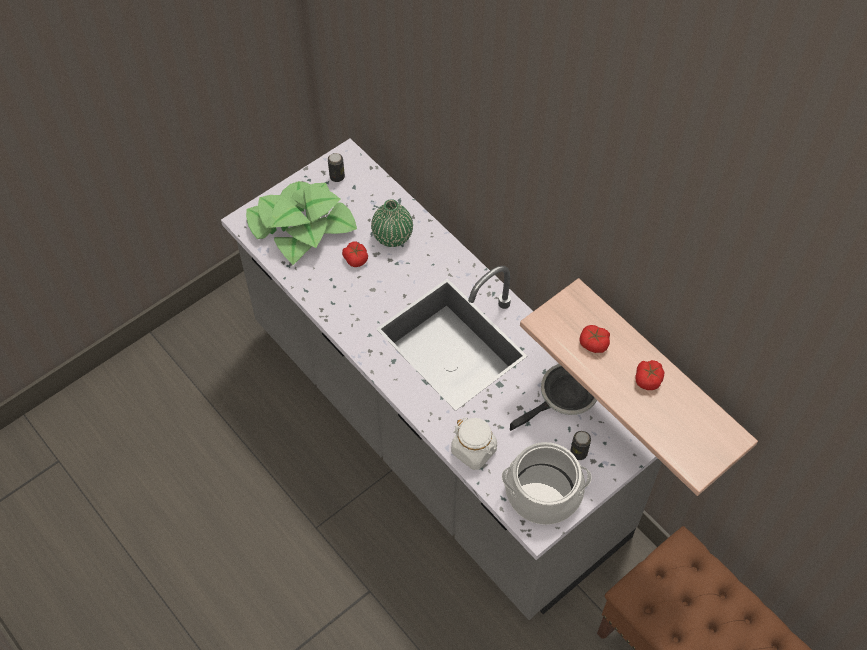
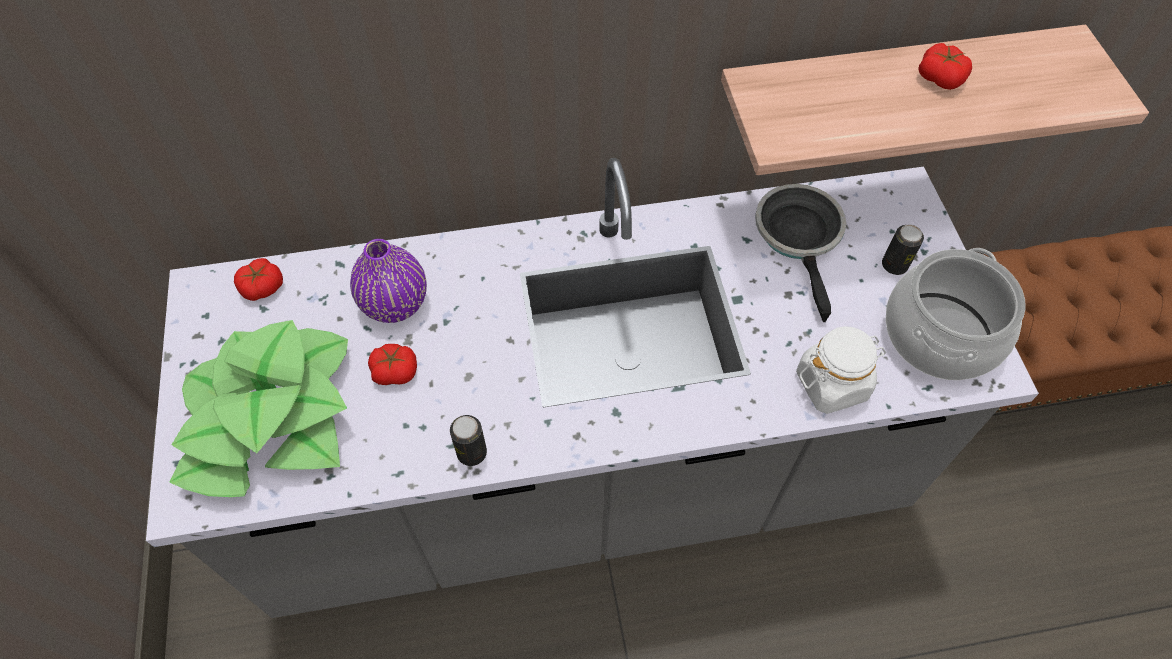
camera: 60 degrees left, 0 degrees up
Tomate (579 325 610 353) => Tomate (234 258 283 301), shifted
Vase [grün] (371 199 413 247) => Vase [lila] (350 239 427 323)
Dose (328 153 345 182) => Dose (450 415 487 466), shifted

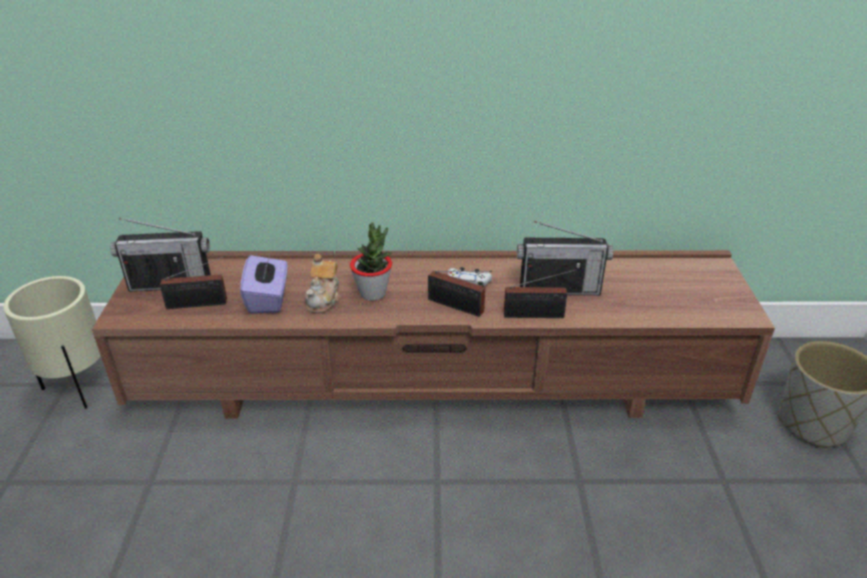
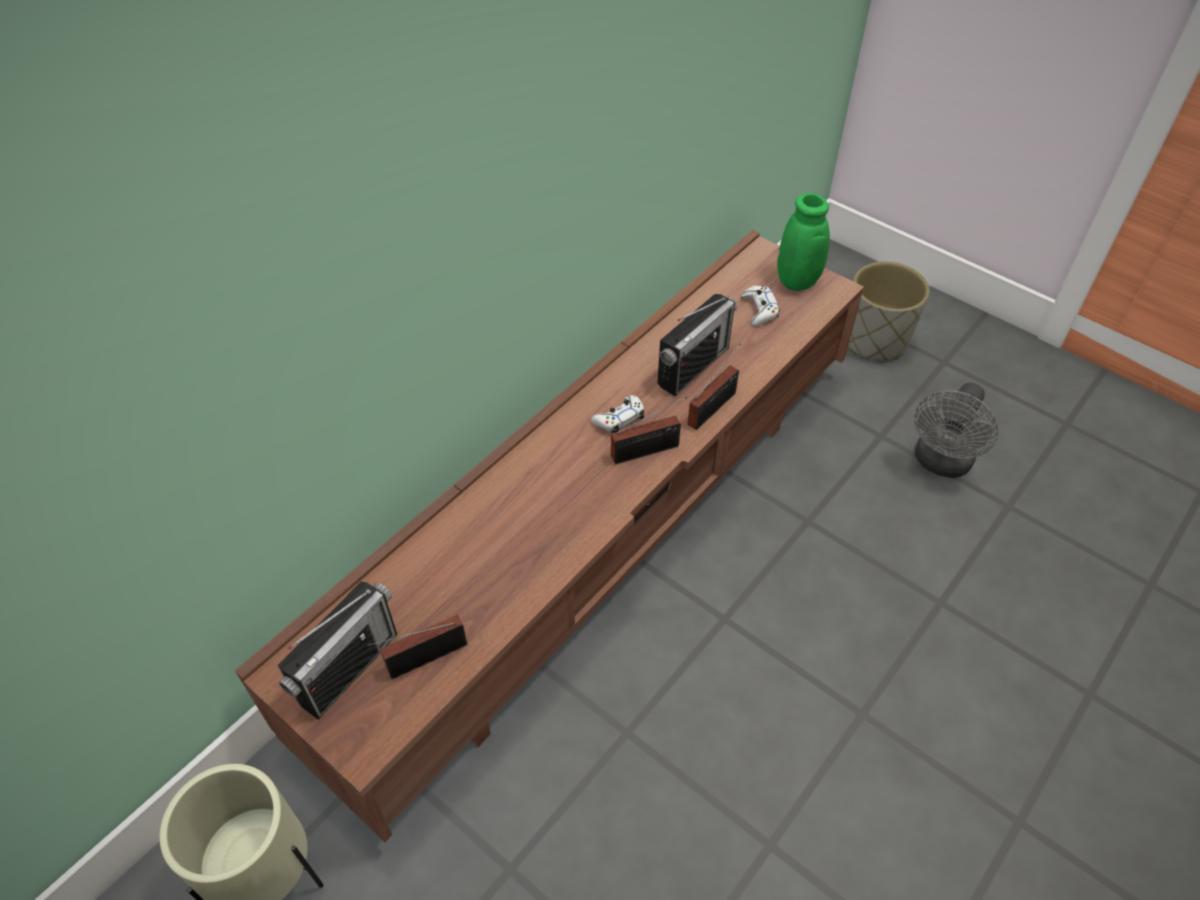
camera: 50 degrees left, 15 degrees up
Radio (160 256 227 309) => Radio (368 615 467 679), 150 degrees counterclockwise
nothing => Gamepad [weiß] (741 286 780 326)
nothing => Vase [grün] (777 193 830 291)
nothing => Ventilator [grau] (914 383 998 478)
Taschentuchbox [lila] (240 253 288 314) => nothing
Teekanne (305 254 342 313) => nothing
Topfpflanze (350 222 392 301) => nothing

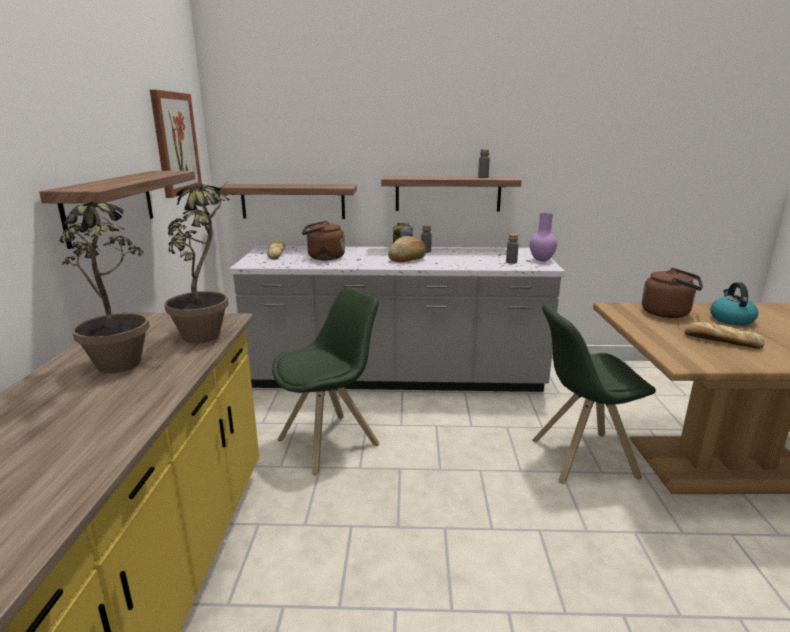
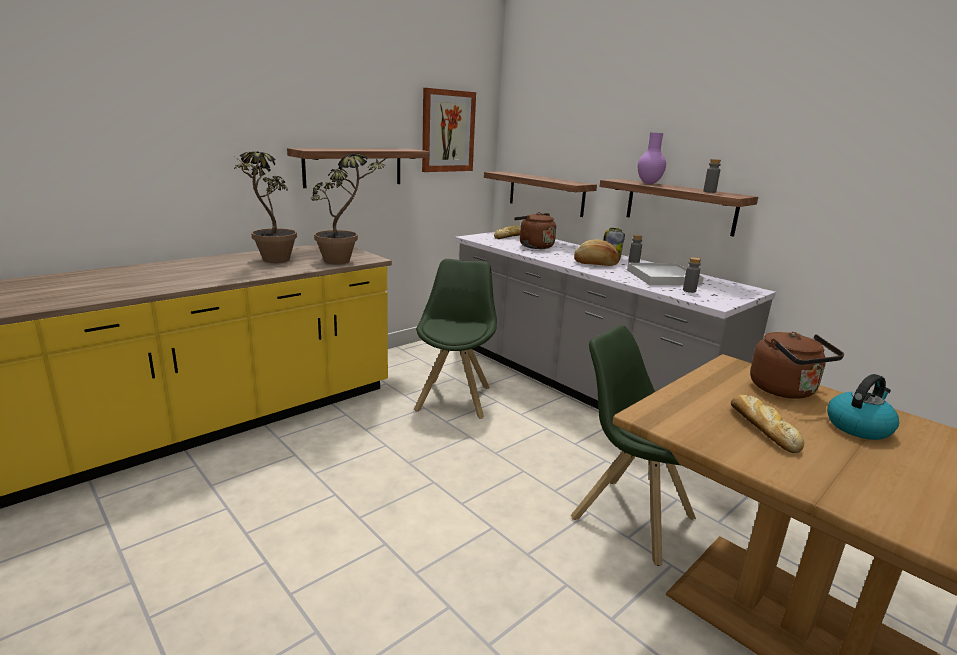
camera: 45 degrees right, 0 degrees up
Stuhl [grün] (272 286 379 475) => Stuhl [grün] (414 259 497 419), 90 degrees counterclockwise
nothing => Tablett [weiß] (627 263 704 286)
Vase [lila] (530 213 557 262) => Vase [lila] (638 133 666 184), shifted

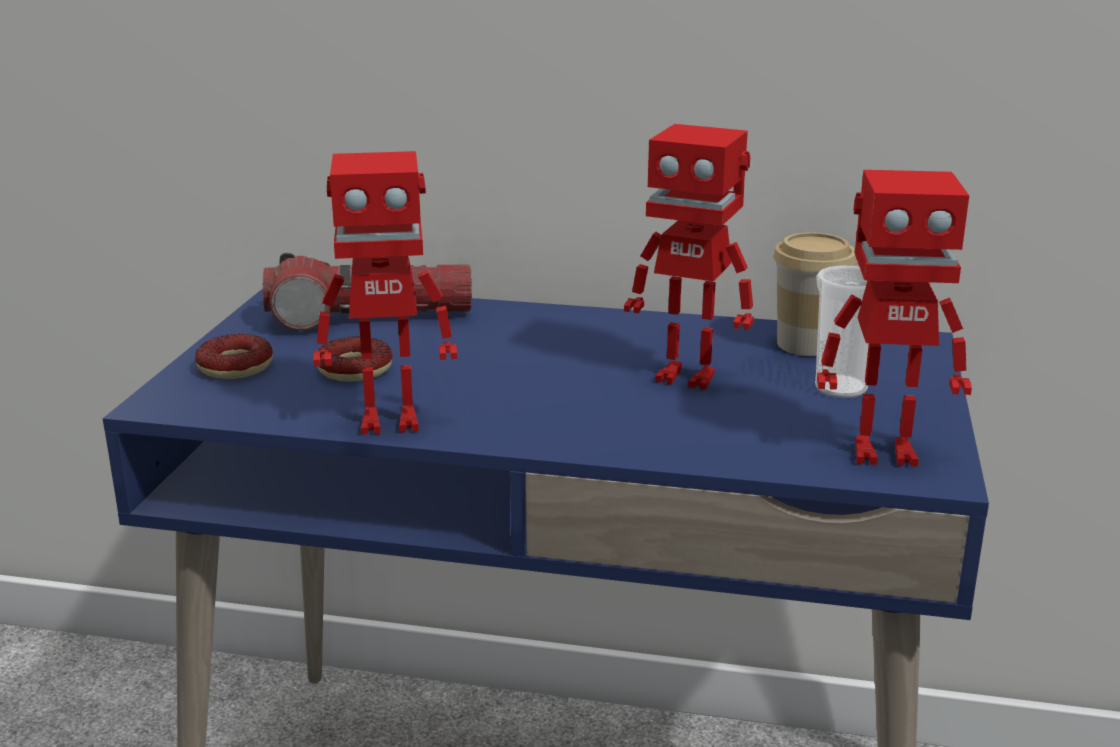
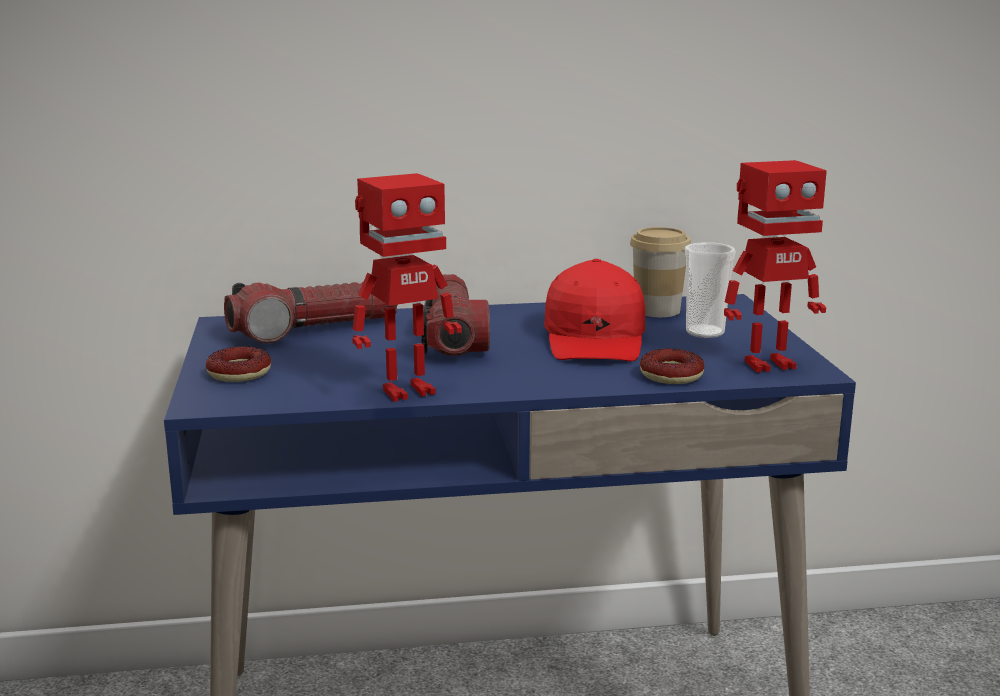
camera: 20 degrees left, 5 degrees down
nothing => Taschenlampe (421 274 490 356)
Spielzeugroboter (624 124 754 390) => Kappe [rot] (544 259 645 361)
Donut (317 336 392 382) => Donut (640 348 704 384), shifted

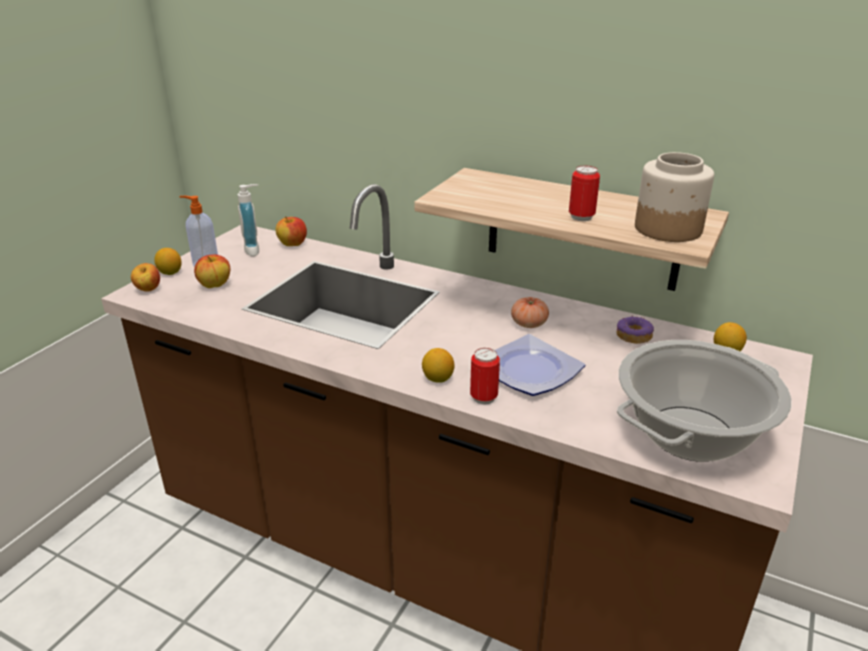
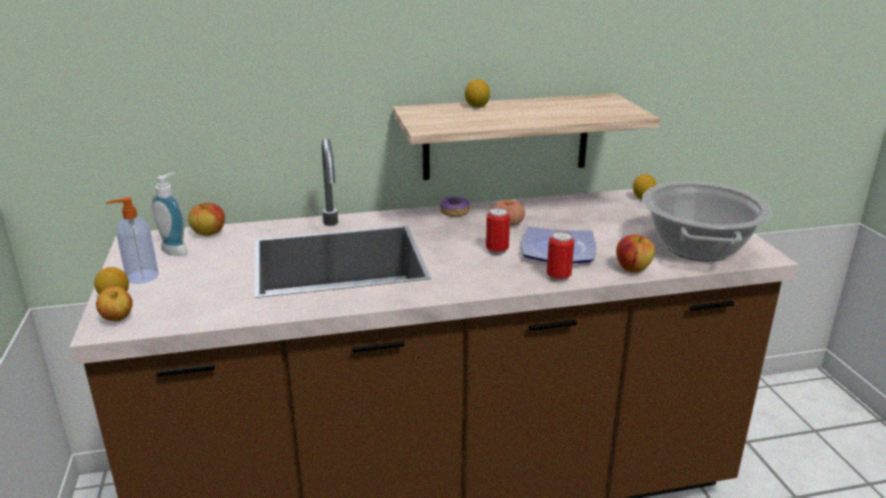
camera: 40 degrees left, 5 degrees down
Donut (616 315 654 344) => Donut (440 196 470 217), shifted
Zitrone (422 348 454 383) => Zitrone (465 79 490 107), shifted
Dose (569 166 600 221) => Dose (486 208 510 255), shifted
Apfel (194 255 230 288) => Apfel (616 235 655 273), shifted
Vorratsglas (635 152 714 242) => nothing

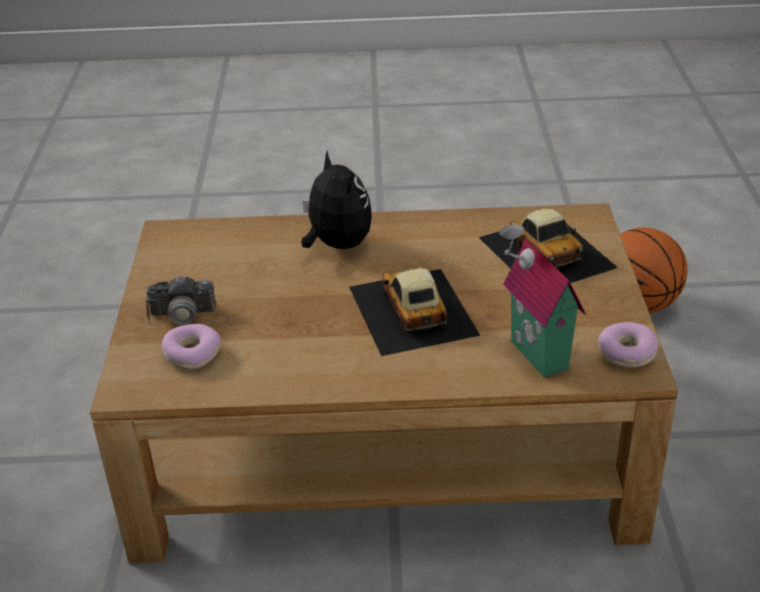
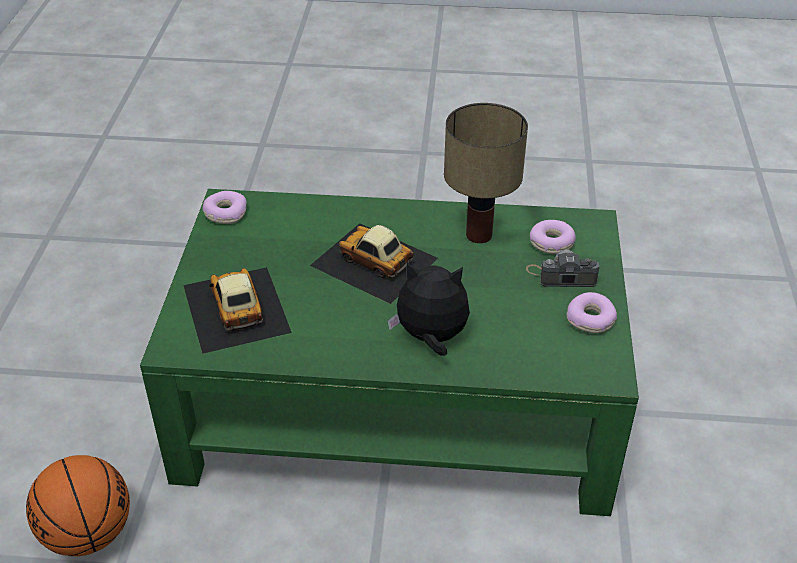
camera: 175 degrees left, 5 degrees up
Couchtisch [braun] (90 203 678 563) => Couchtisch [grün] (140 189 639 516)
Spielzeugauto (349 266 480 356) => Spielzeugauto (310 223 438 304), 135 degrees clockwise
Plüschtier (301 151 372 249) => Plüschtier (387 261 470 356), 120 degrees clockwise
nothing => Tischlampe (444 103 528 243)
nothing => Donut (567 292 617 333)
Spielzeughaus (499 219 586 378) => nothing

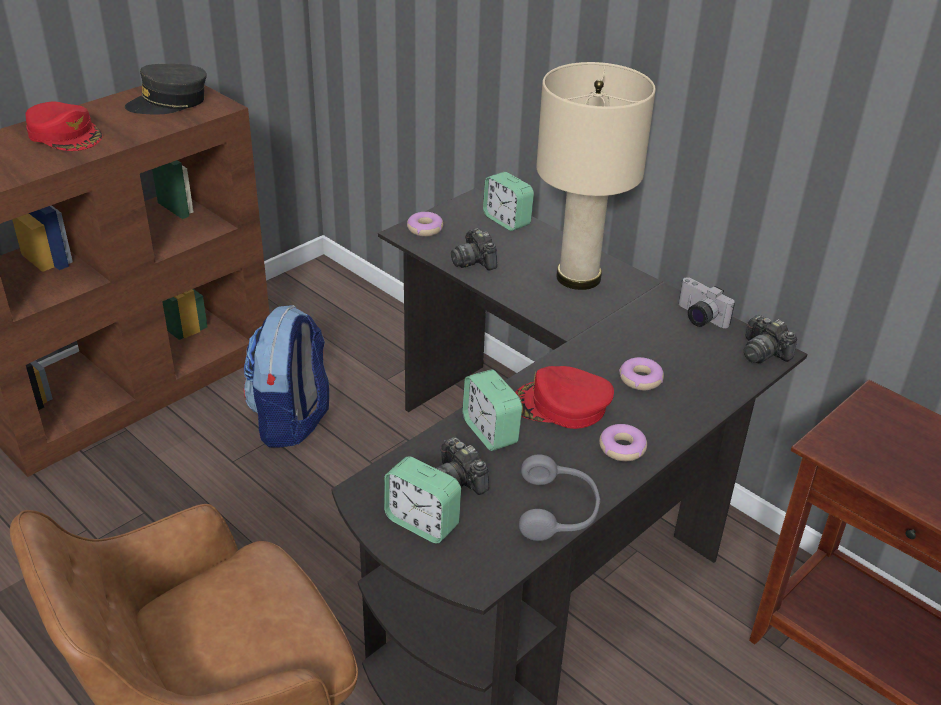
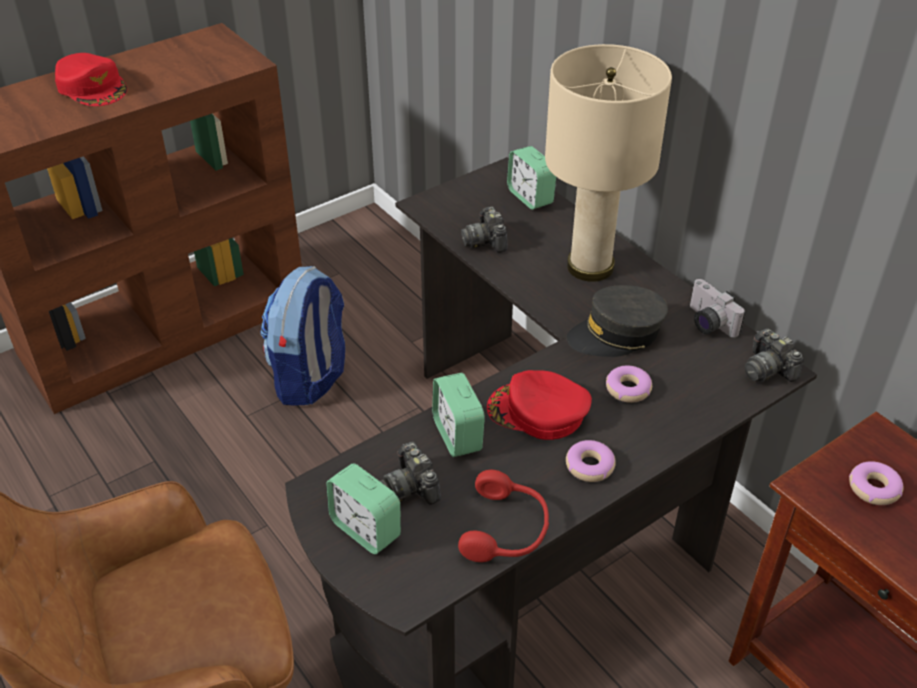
camera: 10 degrees right, 5 degrees up
Kopfhörer [grau] (519 454 601 541) => Kopfhörer [rot] (458 470 549 562)
Kappe [grau] (125 64 207 114) => Kappe [grau] (566 285 668 357), shifted
Donut (407 212 443 237) => Donut (849 461 903 505), shifted

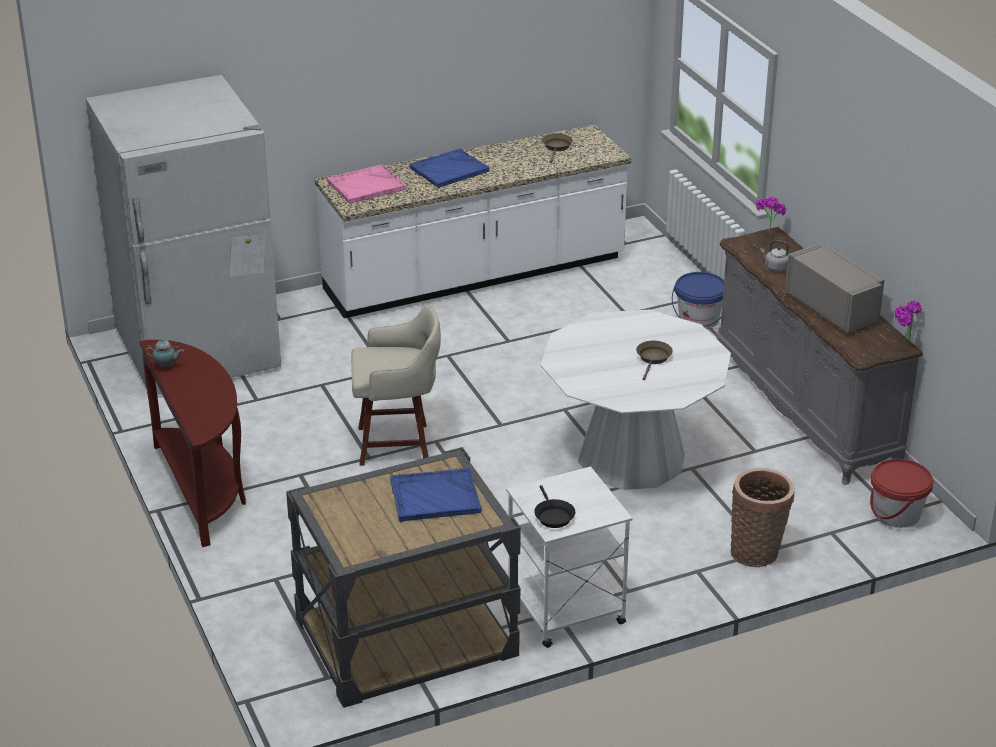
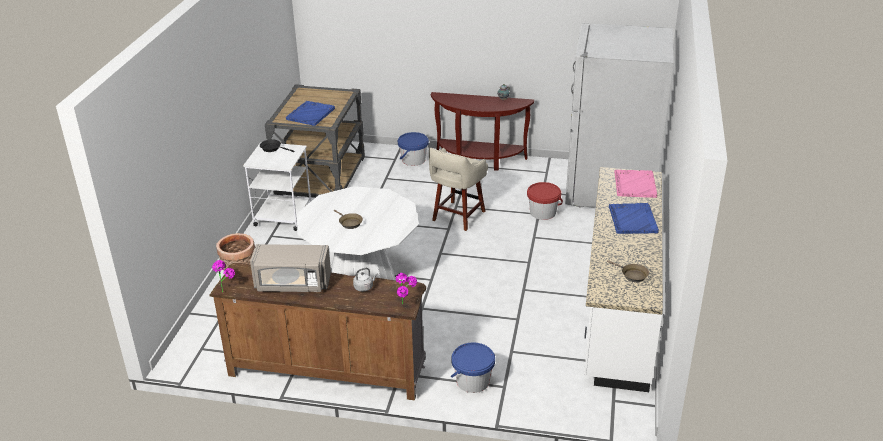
camera: 125 degrees right, 0 degrees up
nothing => Eimer [blau] (398 132 429 166)
Eimer [rot] (870 459 933 528) => Eimer [rot] (527 182 563 220), shifted

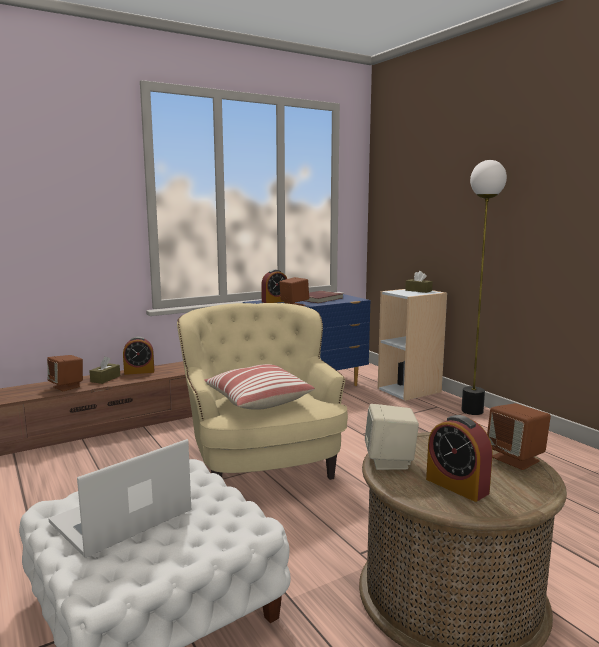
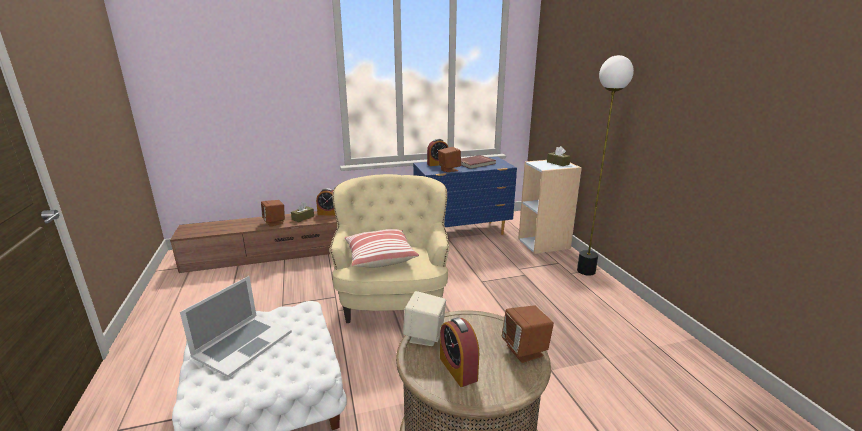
camera: 15 degrees right, 10 degrees up
Laptop (48 439 191 558) => Laptop (180 276 292 378), 150 degrees clockwise

